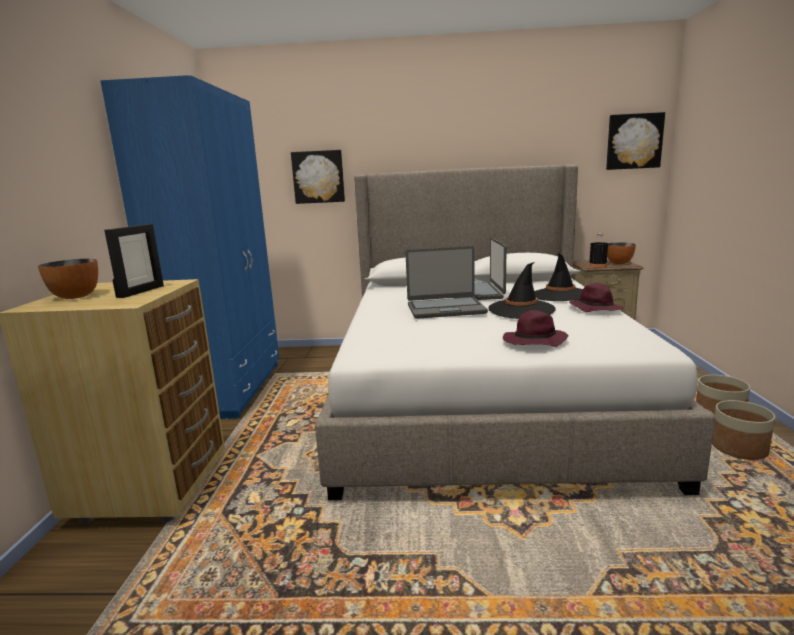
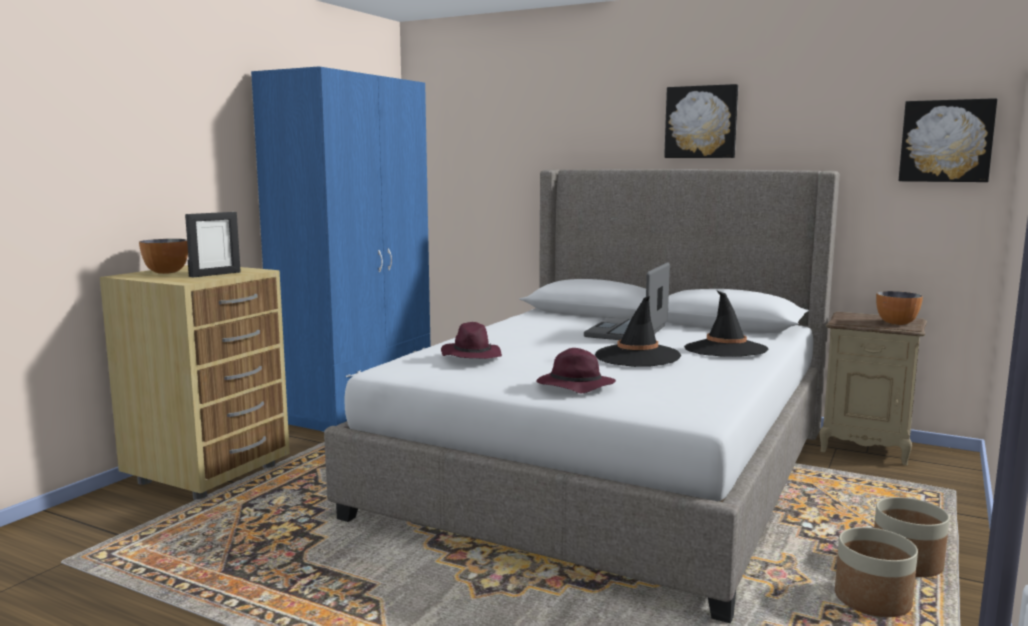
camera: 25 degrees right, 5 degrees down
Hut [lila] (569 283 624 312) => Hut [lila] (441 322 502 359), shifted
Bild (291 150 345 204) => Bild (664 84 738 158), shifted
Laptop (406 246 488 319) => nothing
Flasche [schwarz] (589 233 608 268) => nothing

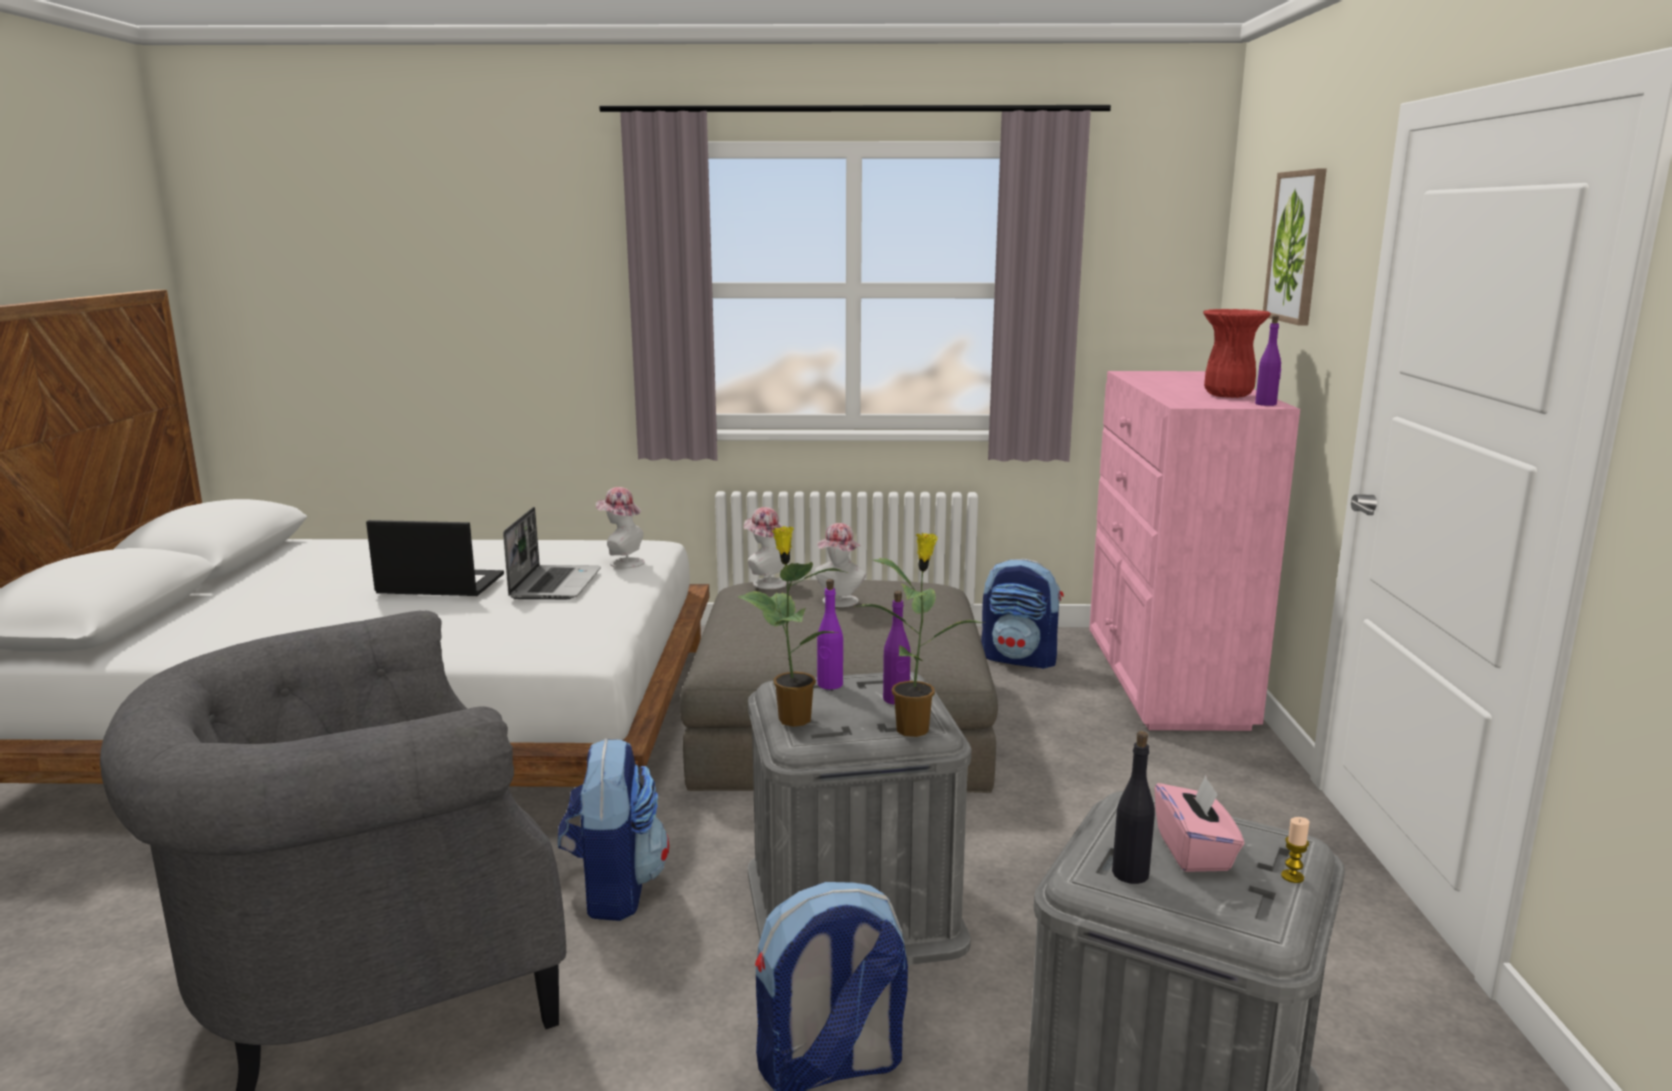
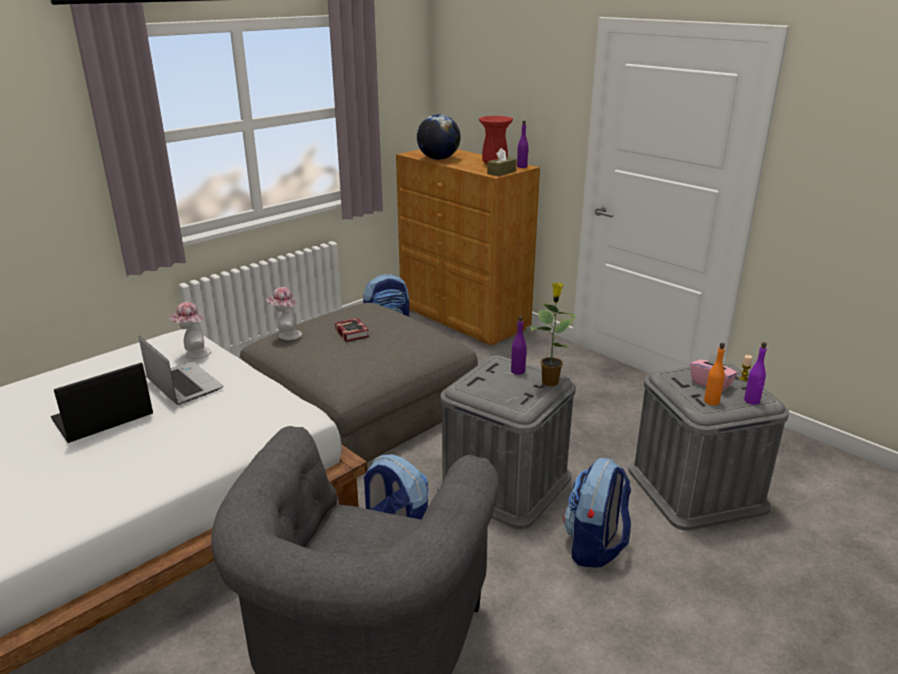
camera: 45 degrees left, 10 degrees up
Hut (815 523 866 607) => Buch (335 318 369 342)
Kommode [rosa] (1089 371 1300 731) => Kommode [braun] (396 149 540 346)
nothing => Globus (417 114 460 160)
nothing => Taschentuchbox [braun] (487 148 517 176)
Flasche [schwarz] (1112 731 1155 884) => Flasche [orange] (704 343 725 405)
Flasche [lila] (817 579 843 690) => Flasche [lila] (744 342 767 405), shifted
Topfpflanze (738 526 844 727) => nothing
Bild (1263 169 1327 326) => nothing

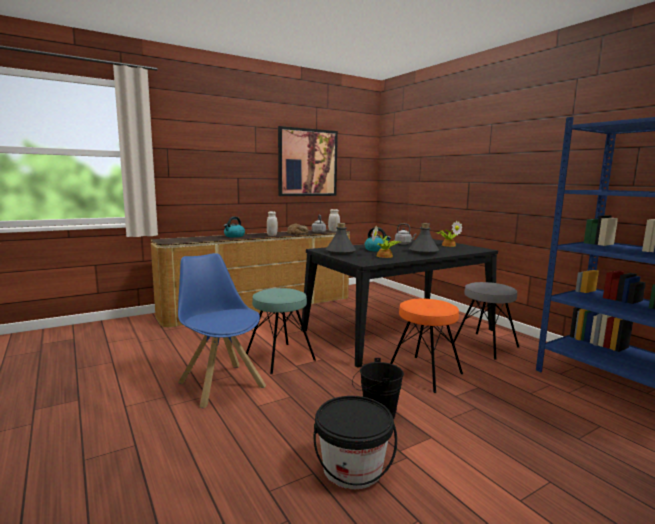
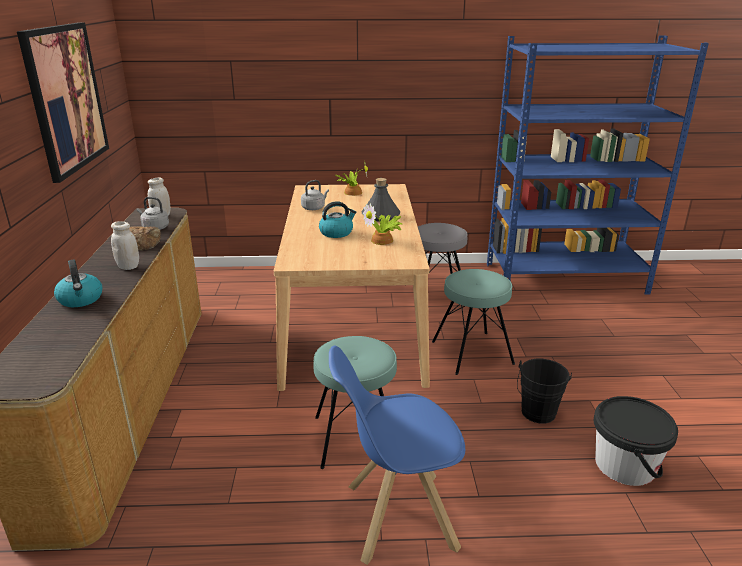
camera: 60 degrees left, 15 degrees up
Esstisch [schwarz] (301 239 498 368) => Esstisch [beige] (274 184 430 391)
Hocker [orange] (390 299 463 393) => Hocker [türkis] (432 269 515 375)
Flasche [grau] (326 223 356 255) => nothing

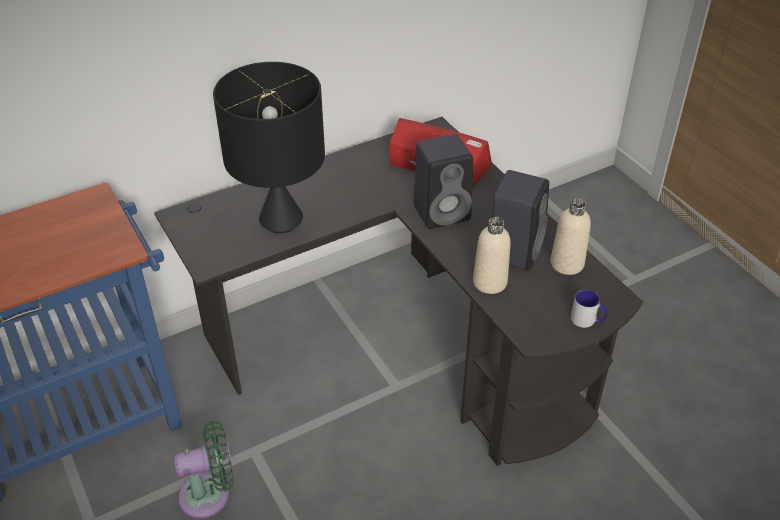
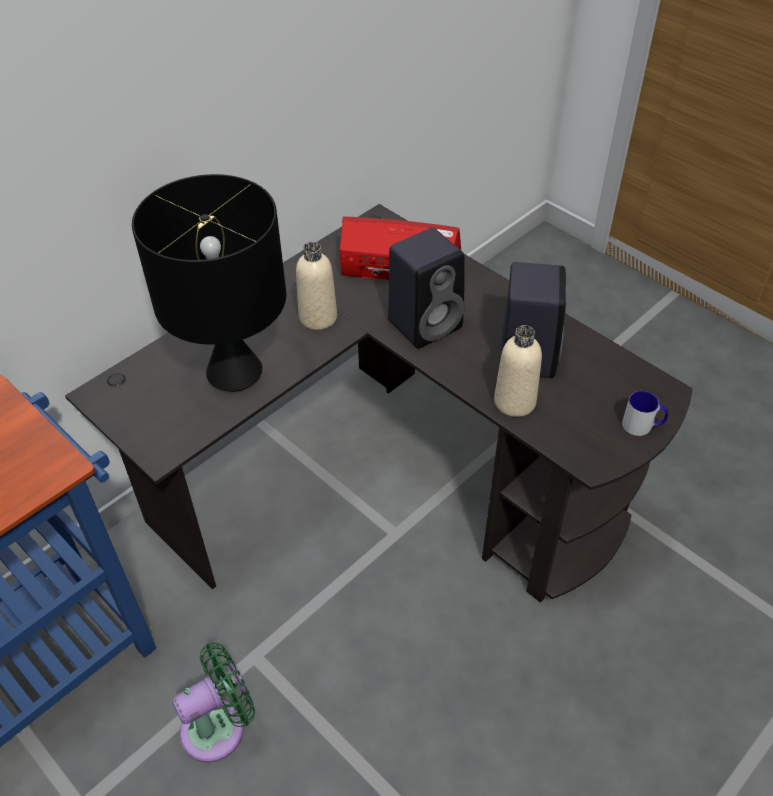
camera: 15 degrees left, 5 degrees up
Flasche [beige] (550 199 591 275) => Flasche [beige] (296 242 337 330), shifted

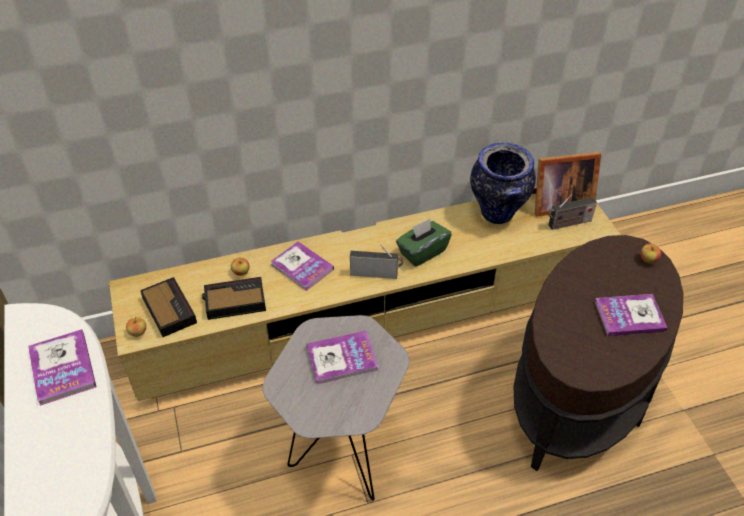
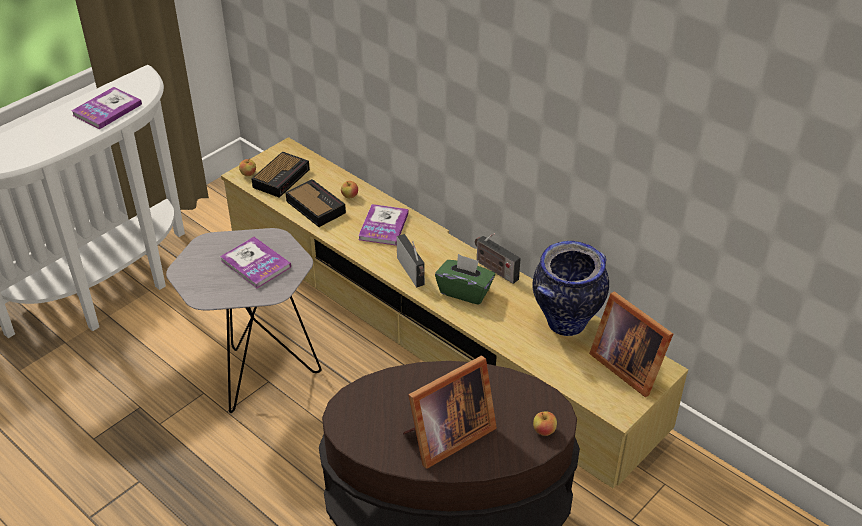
camera: 60 degrees right, 5 degrees down
Buch (595 294 667 336) => Bilderrahmen (403 356 497 469)
Radio (548 194 597 230) => Radio (475 233 521 284), shifted

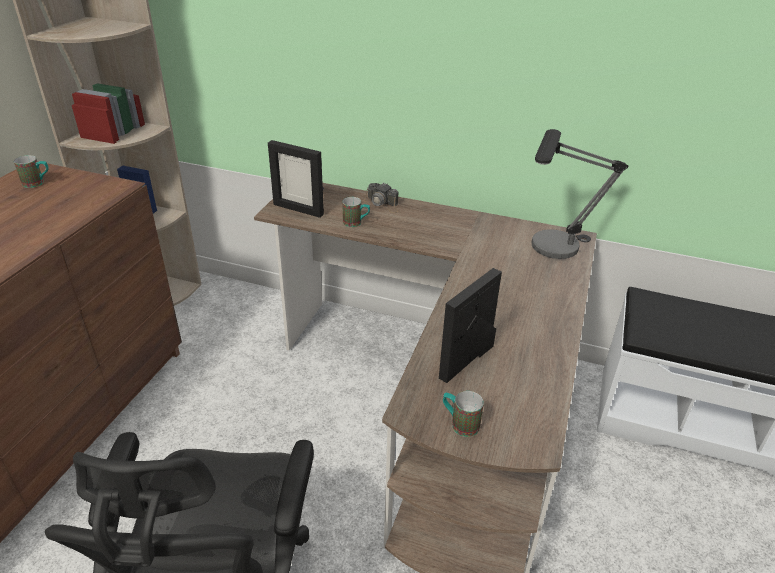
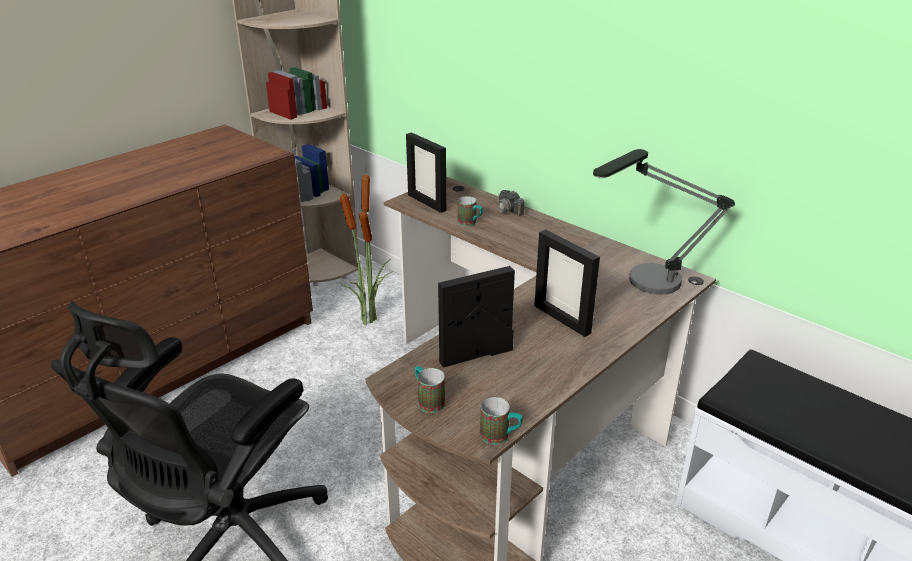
camera: 25 degrees right, 5 degrees down
nothing => Topfpflanze (340 175 393 325)
Henkelbecher (14 155 49 188) => Henkelbecher (480 397 523 445), shifted
nothing => Bilderrahmen (534 230 600 337)

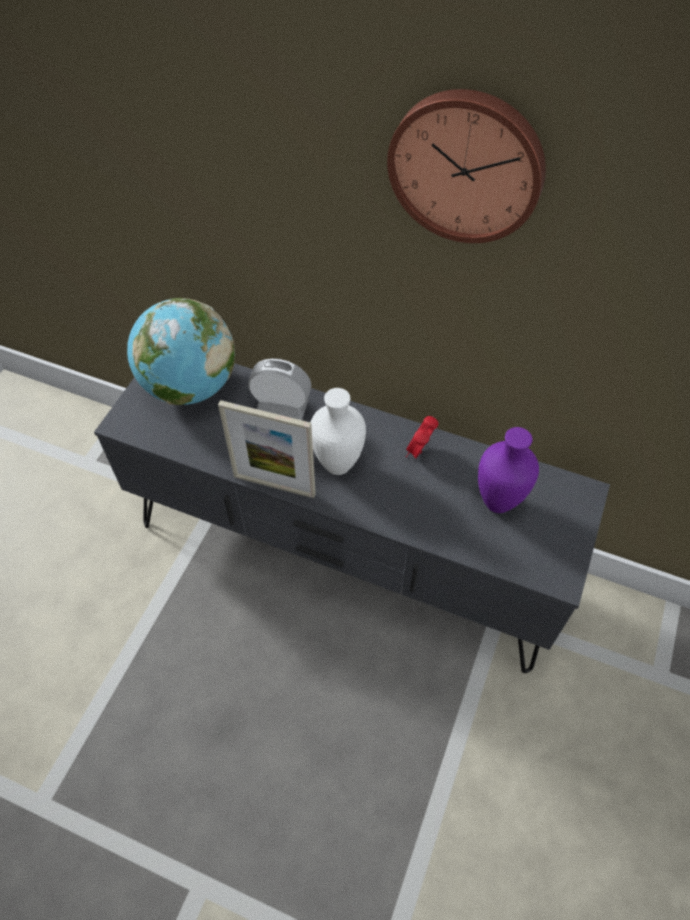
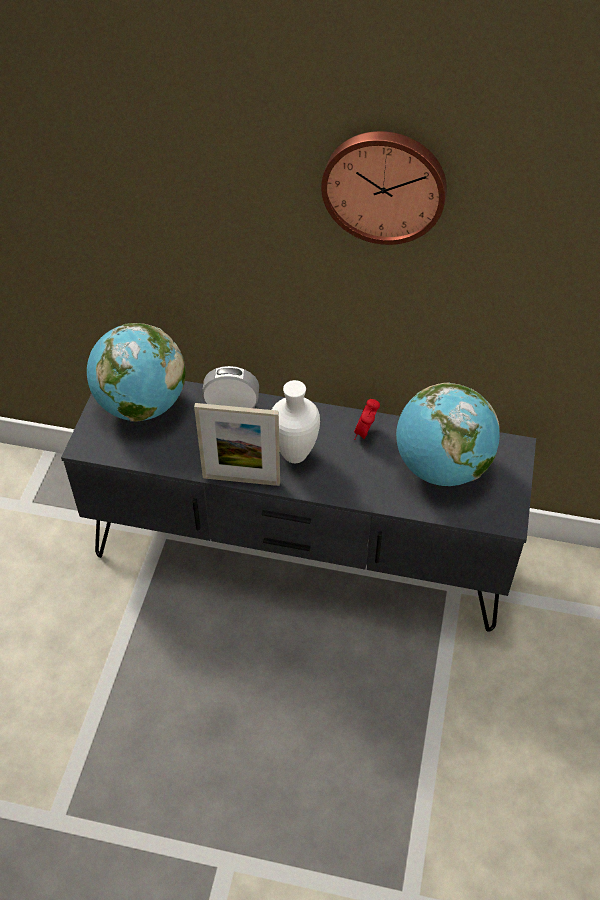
camera: 10 degrees left, 5 degrees down
Vase [lila] (478 427 539 513) => Globus (396 383 500 486)

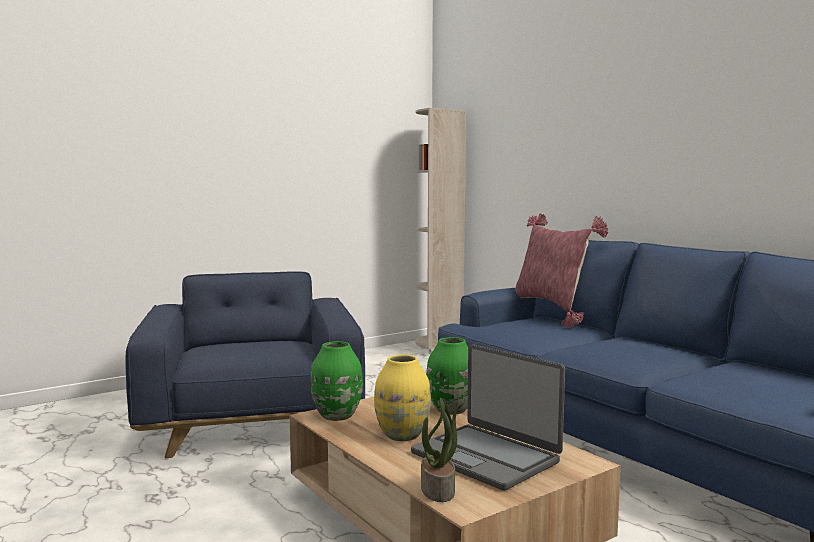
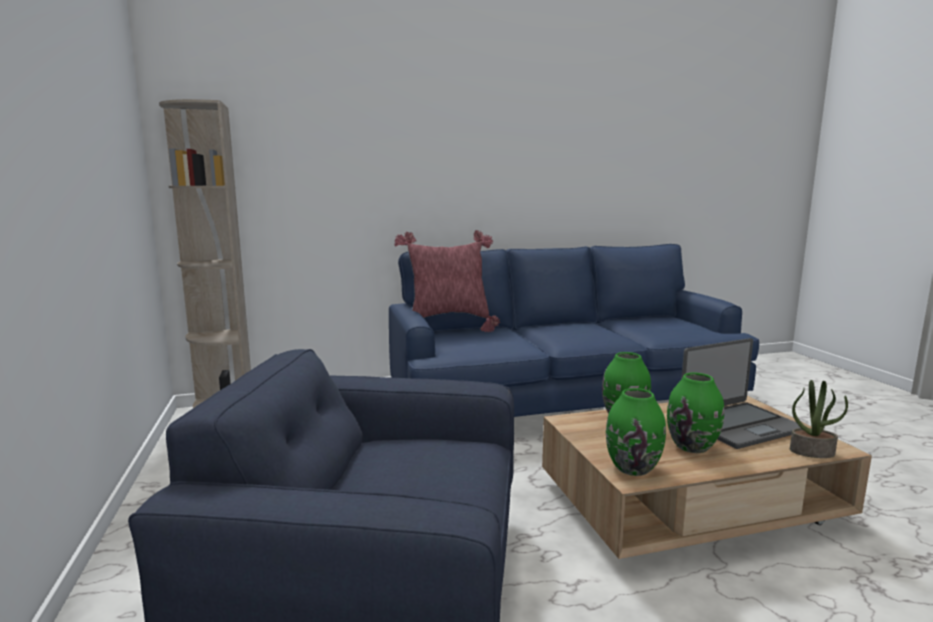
camera: 70 degrees left, 5 degrees up
Vase [gelb] (374 355 431 442) => Vase [grün] (667 373 724 453)

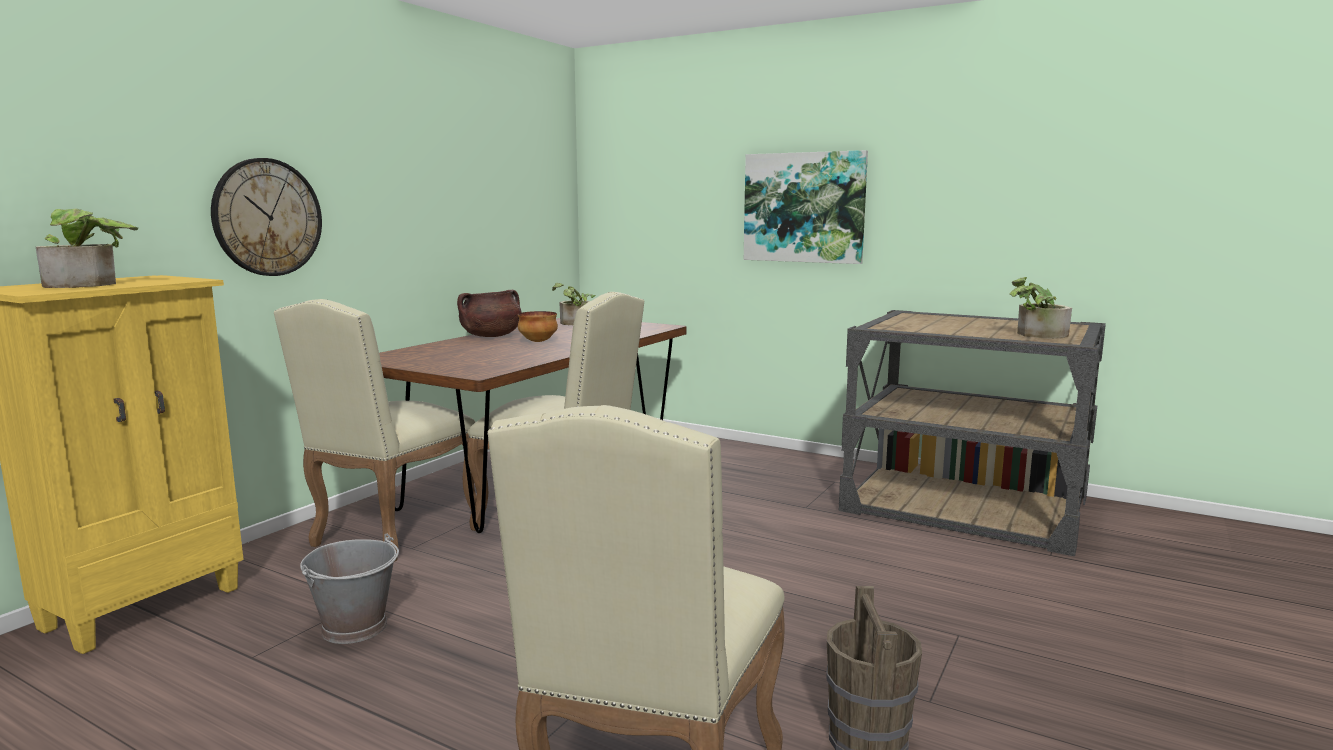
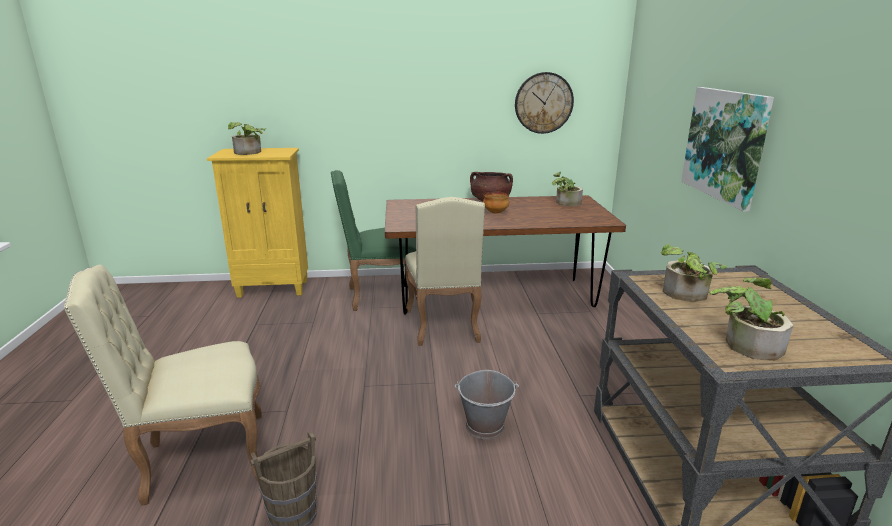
camera: 55 degrees right, 10 degrees up
Stuhl [beige] (274 299 477 562) => Stuhl [grün] (331 170 417 311)
Eimer [grau] (300 533 399 644) => Eimer [grau] (455 370 519 439), shifted
Wanduhr (211 158 322 276) => Wanduhr (515 72 574 134), shifted
nothing => Topfpflanze (661 244 728 302)

